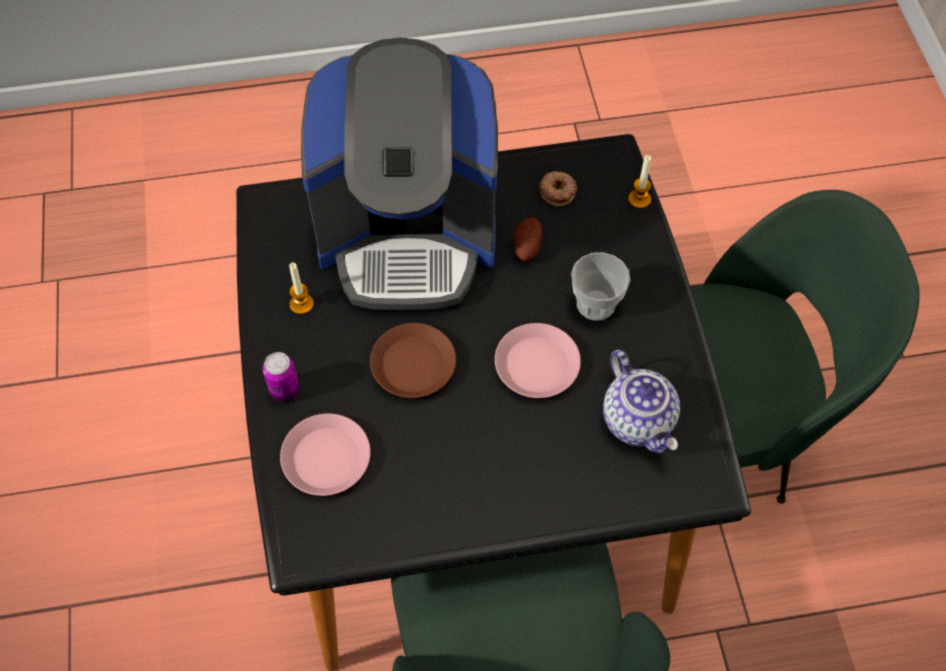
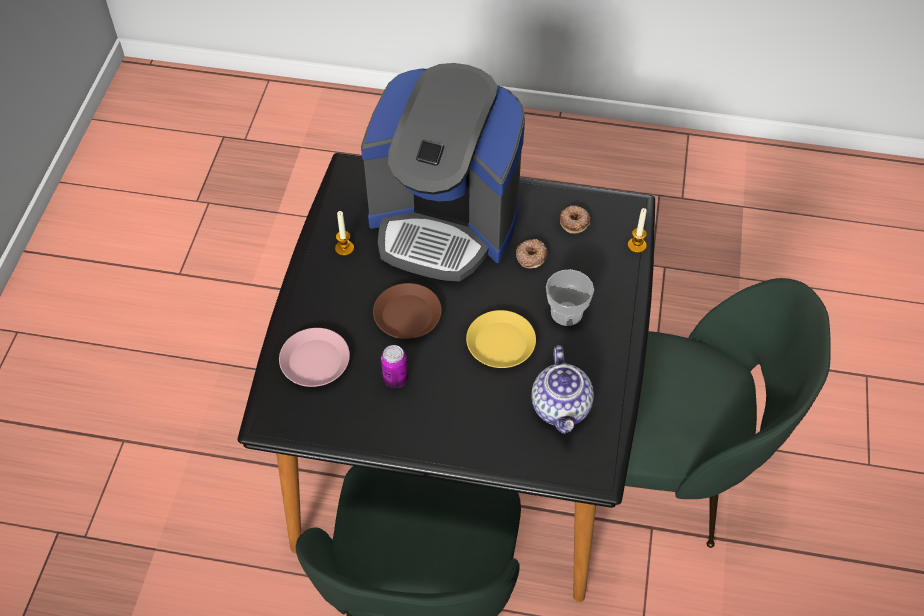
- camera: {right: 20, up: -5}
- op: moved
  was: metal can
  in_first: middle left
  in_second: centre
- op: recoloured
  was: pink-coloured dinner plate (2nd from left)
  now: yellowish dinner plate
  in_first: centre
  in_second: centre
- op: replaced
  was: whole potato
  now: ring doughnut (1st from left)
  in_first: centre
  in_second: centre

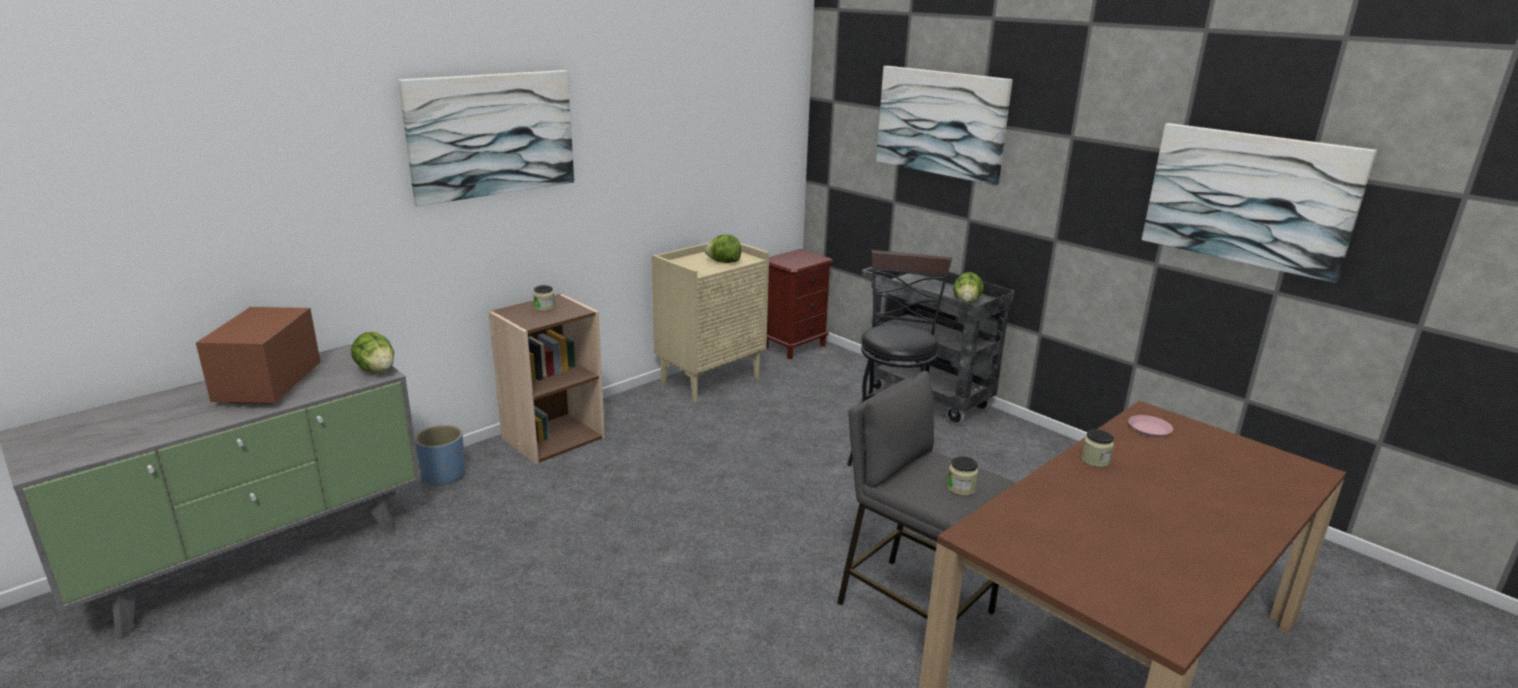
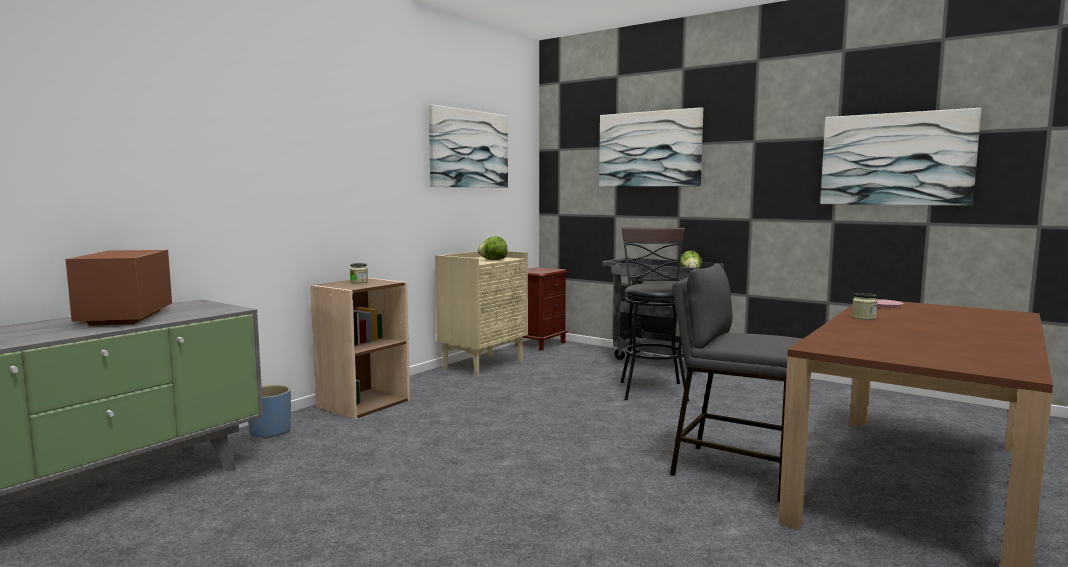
- camera: {right: -10, up: -15}
- op: removed
  was: lettuce (1st from left)
  in_first: middle left
- op: moved
  was: wall art (1st from left)
  in_first: top left
  in_second: top centre
- op: removed
  was: jar (2nd from left)
  in_first: bottom centre

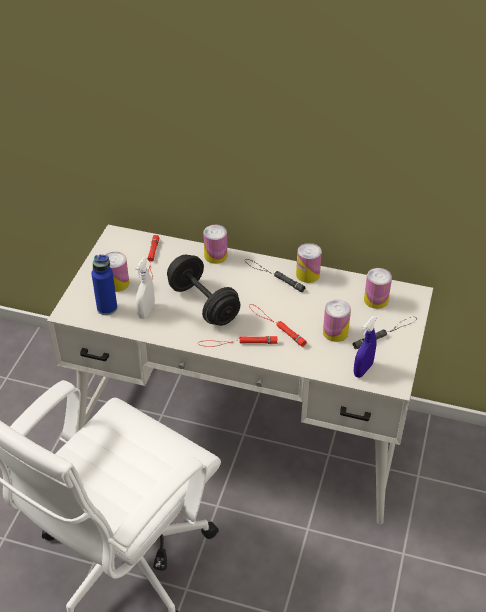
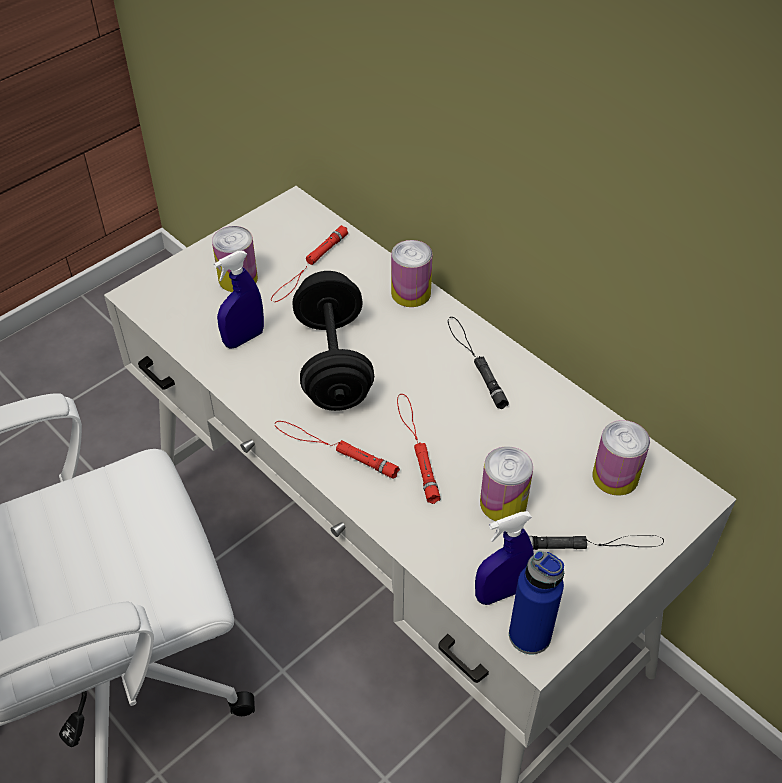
- camera: {right: 30, up: 5}
- op: moved
  was: bluish drink bottle
  in_first: middle left
  in_second: bottom right
- op: recoloured
  was: white sprayer
  now: bluish sprayer (1st from left)
  in_first: middle left
  in_second: middle left
- op: removed
  was: metal can (3rd from left)
  in_first: centre

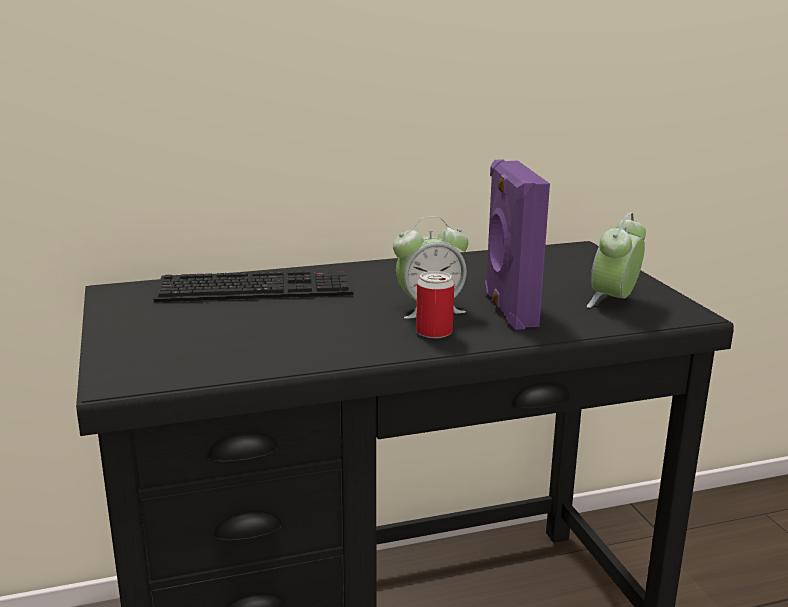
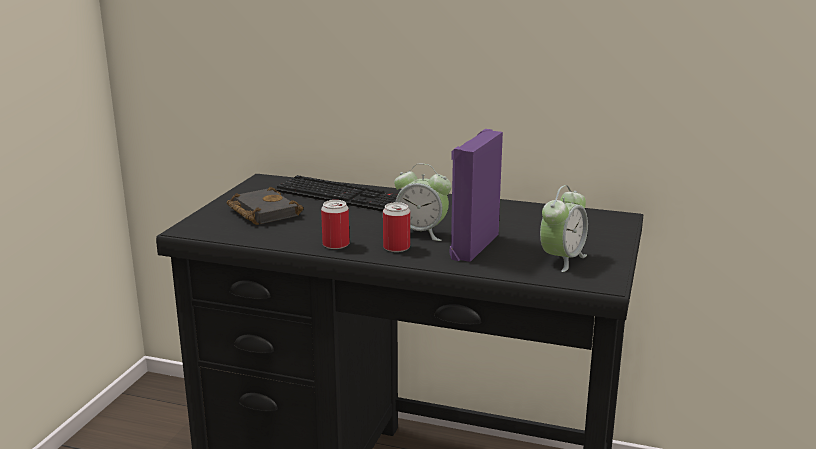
- camera: {right: 35, up: 0}
- op: turned
  was: table clock (2nd from left)
  in_first: middle right
  in_second: middle right
  clockwise: 150
- op: added
  now: black-coloured volume
  in_second: middle left
- op: added
  now: metal can (1st from left)
  in_second: centre

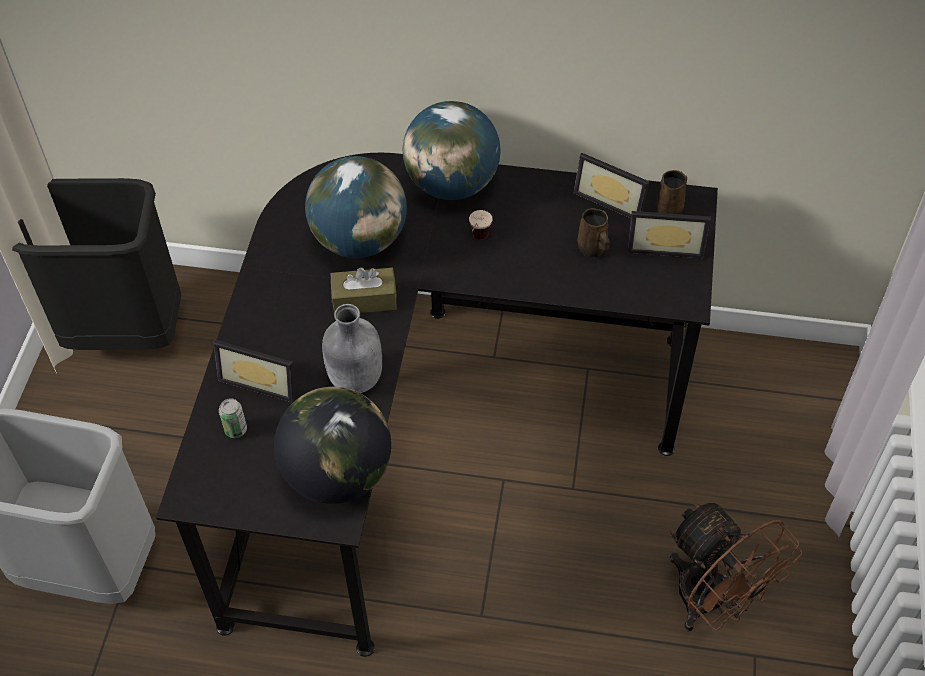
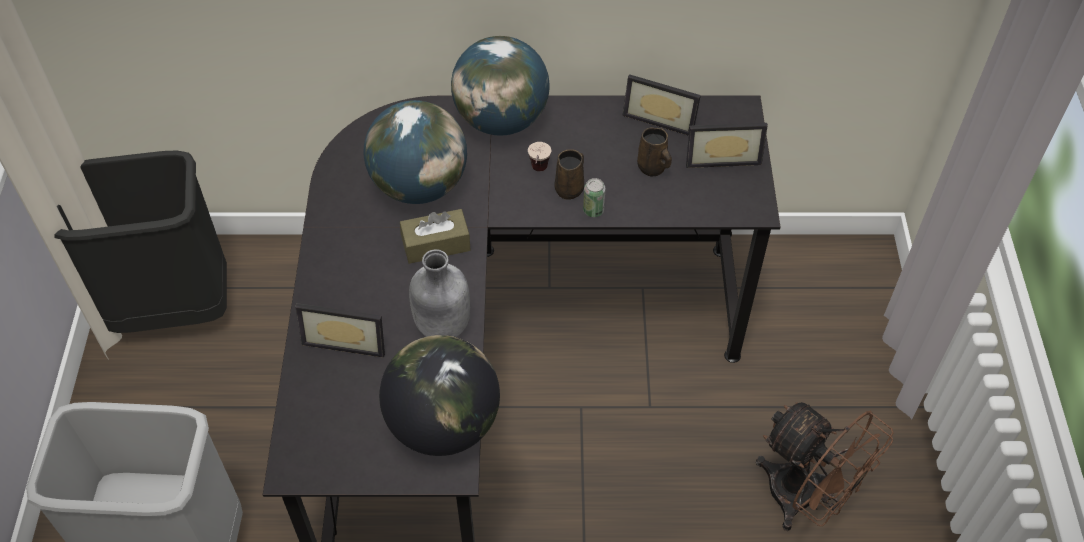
- camera: {right: -10, up: 0}
- op: moved
  was: metal can
  in_first: middle left
  in_second: centre
- op: moved
  was: brownish mug (2nd from left in the first image)
  now: brownish mug (1st from left)
  in_first: top right
  in_second: top centre

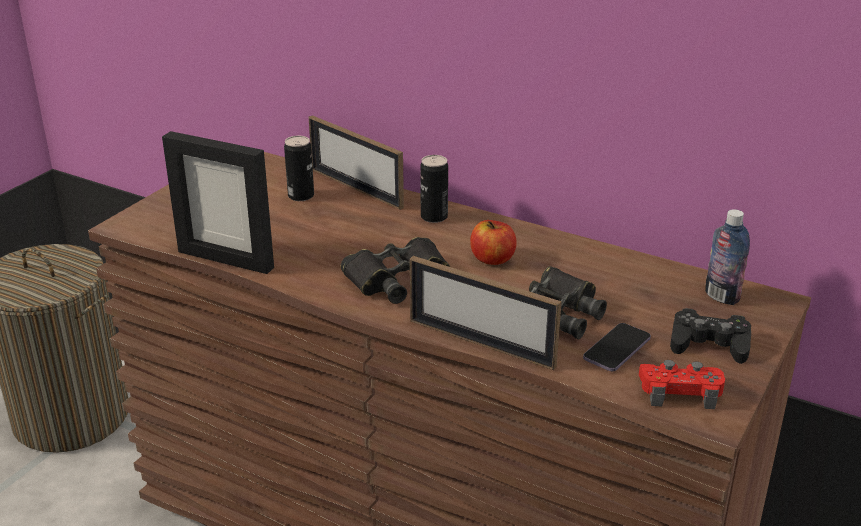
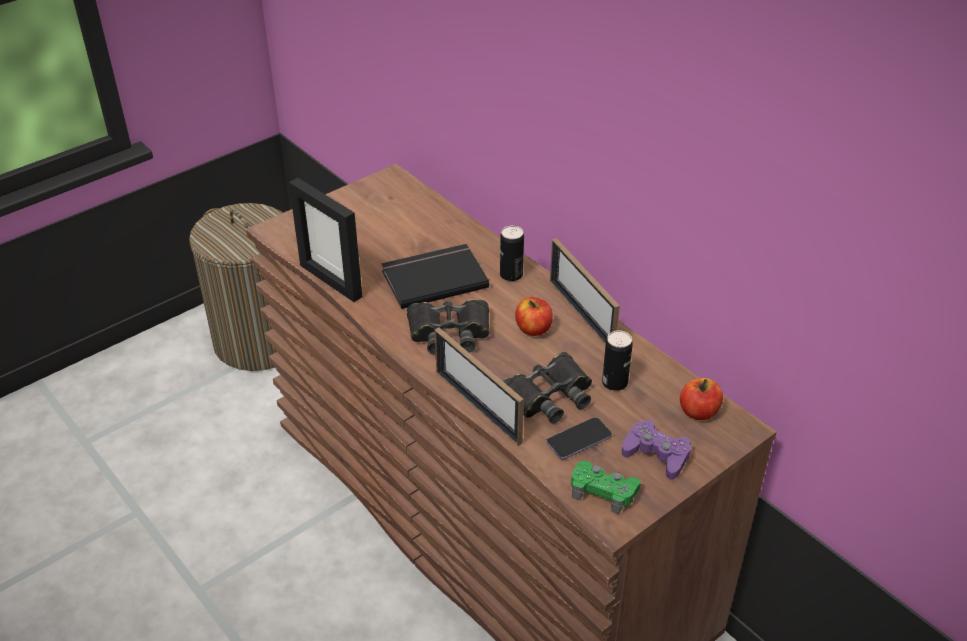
- camera: {right: 20, up: 10}
- op: moved
  was: metal can (1st from left in the first image)
  now: metal can (2nd from left)
  in_first: top centre
  in_second: centre
- op: moved
  was: standing frame (2nd from left in the first image)
  now: standing frame (3rd from left)
  in_first: top centre
  in_second: centre
- op: recoloured
  was: reddish gamepad
  now: greenish gamepad
  in_first: bottom right
  in_second: bottom centre
- op: recoloured
  was: black-coloured gamepad
  now: purple gamepad
  in_first: middle right
  in_second: bottom right
- op: replaced
  was: drink bottle
  now: whole apple (2nd from left)
  in_first: middle right
  in_second: middle right
- op: added
  now: black-coloured volume
  in_second: centre

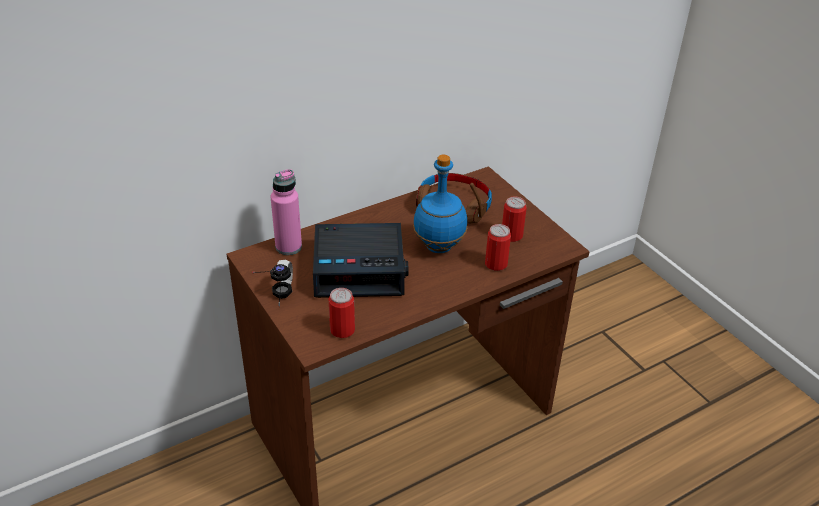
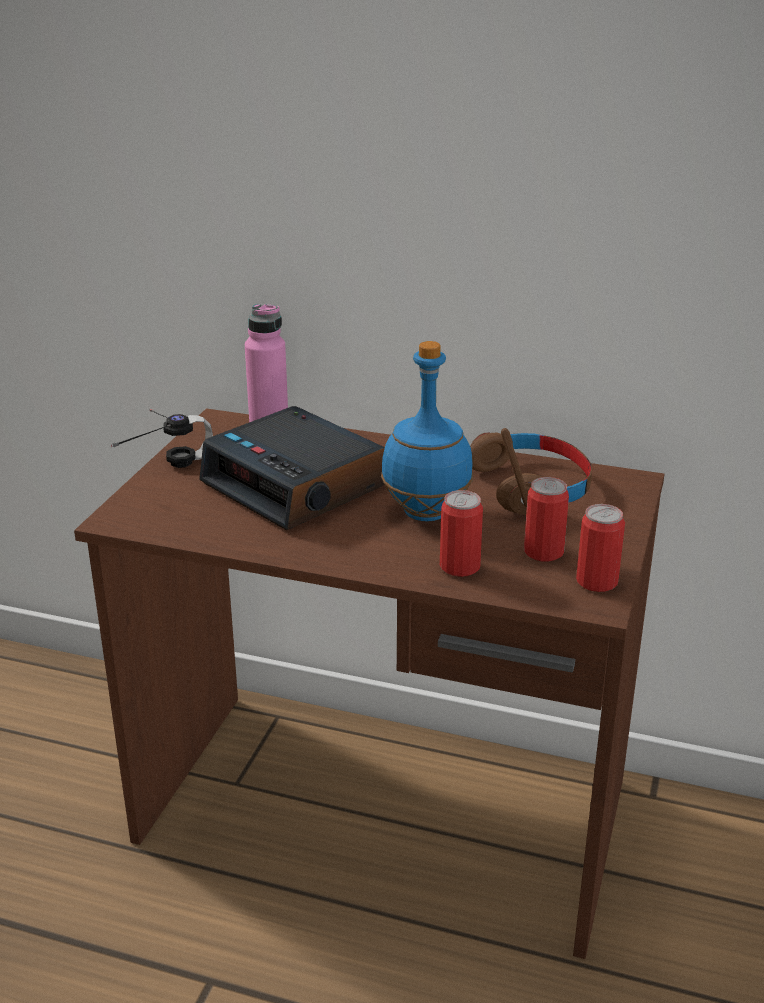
- camera: {right: 50, up: -10}
- op: moved
  was: metal can (1st from left in the first image)
  now: metal can (3rd from left)
  in_first: centre
  in_second: middle right

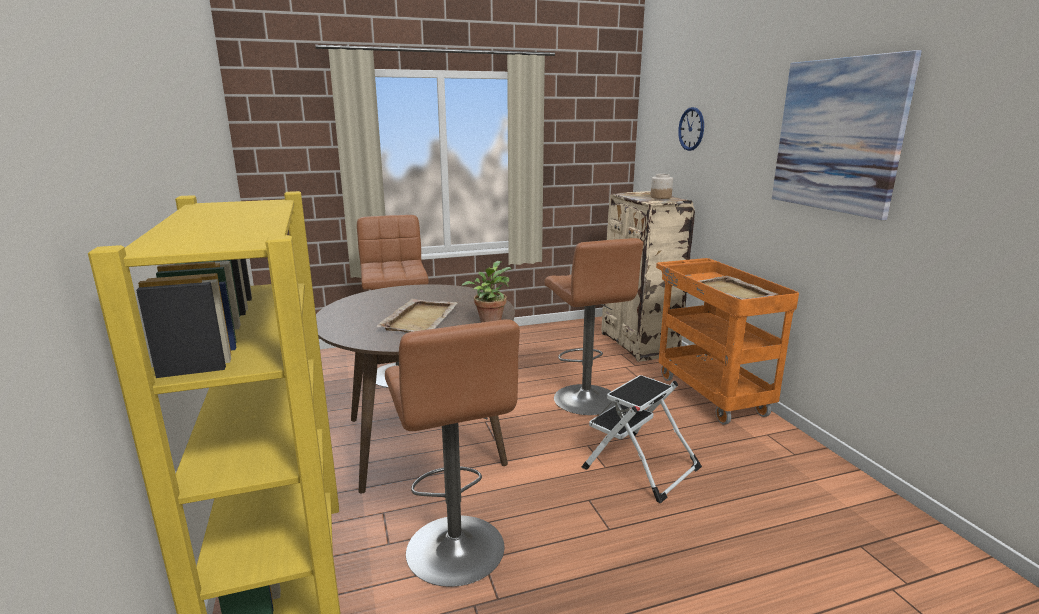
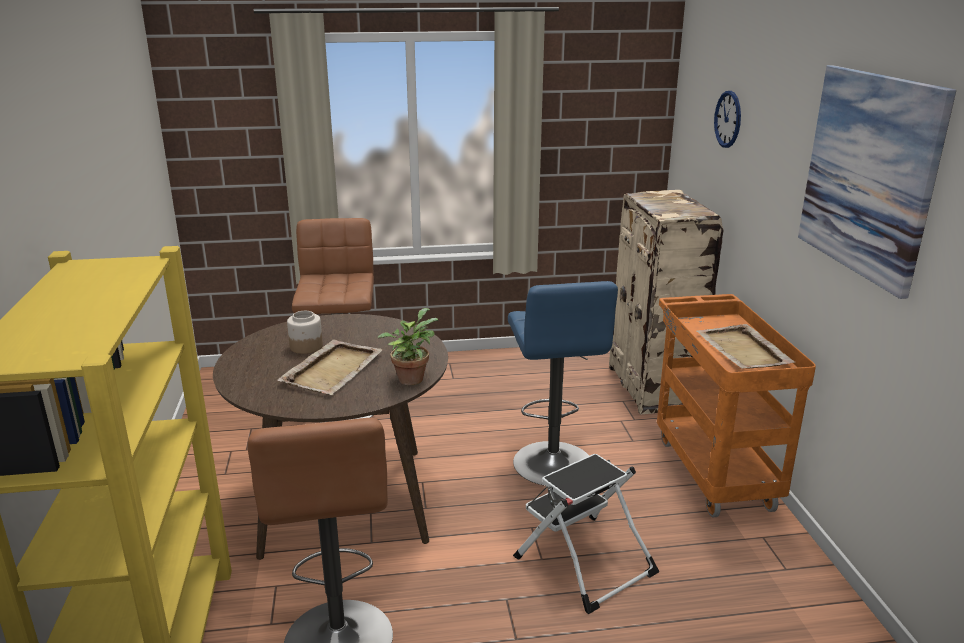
- camera: {right: 10, up: 5}
- op: recoloured
  was: brownish sitting stool (3rd from left)
  now: bluish sitting stool
  in_first: centre
  in_second: centre
- op: moved
  was: jar
  in_first: top centre
  in_second: middle left

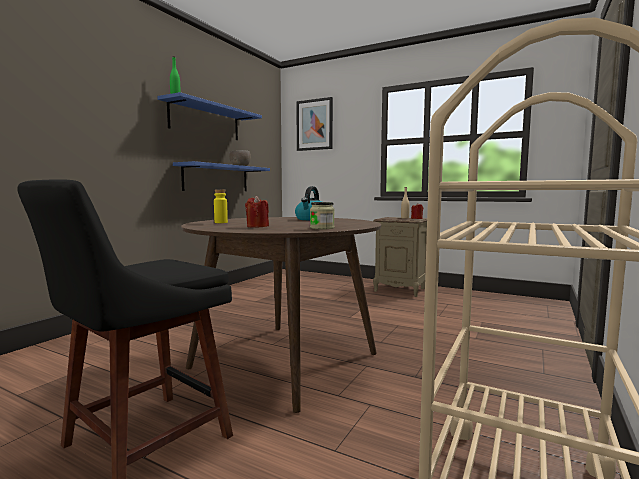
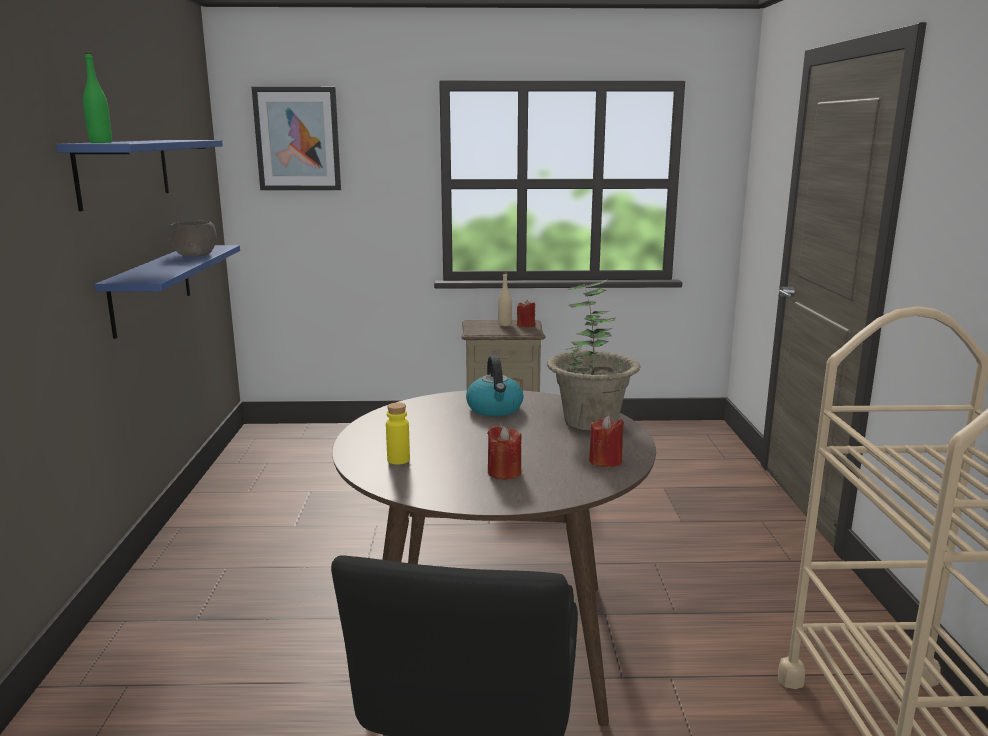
- camera: {right: -30, up: 10}
- op: replaced
  was: jar
  now: reddish wax light (3rd from left)
  in_first: centre
  in_second: centre
- op: added
  now: houseplant
  in_second: centre

